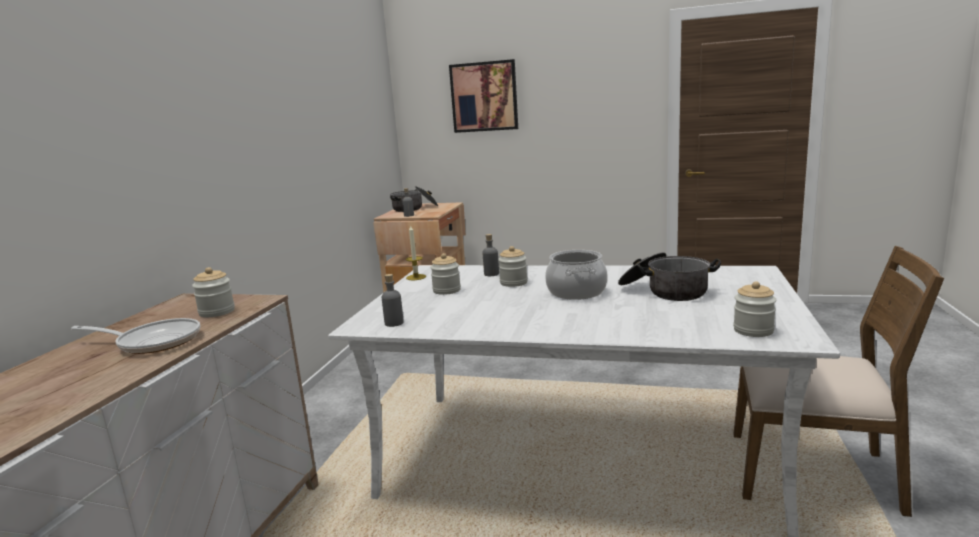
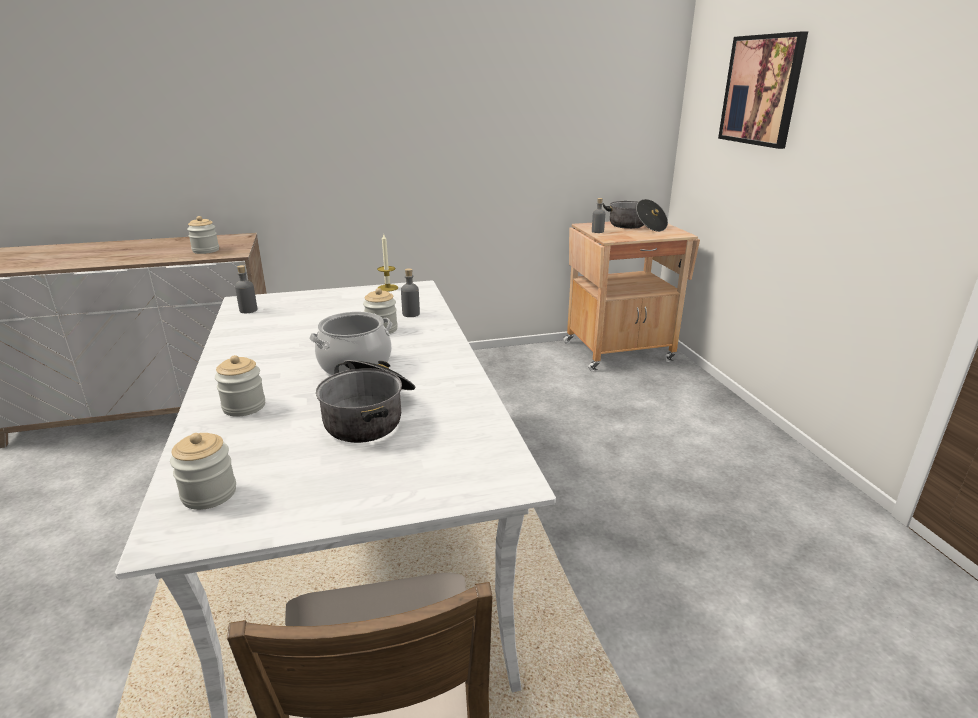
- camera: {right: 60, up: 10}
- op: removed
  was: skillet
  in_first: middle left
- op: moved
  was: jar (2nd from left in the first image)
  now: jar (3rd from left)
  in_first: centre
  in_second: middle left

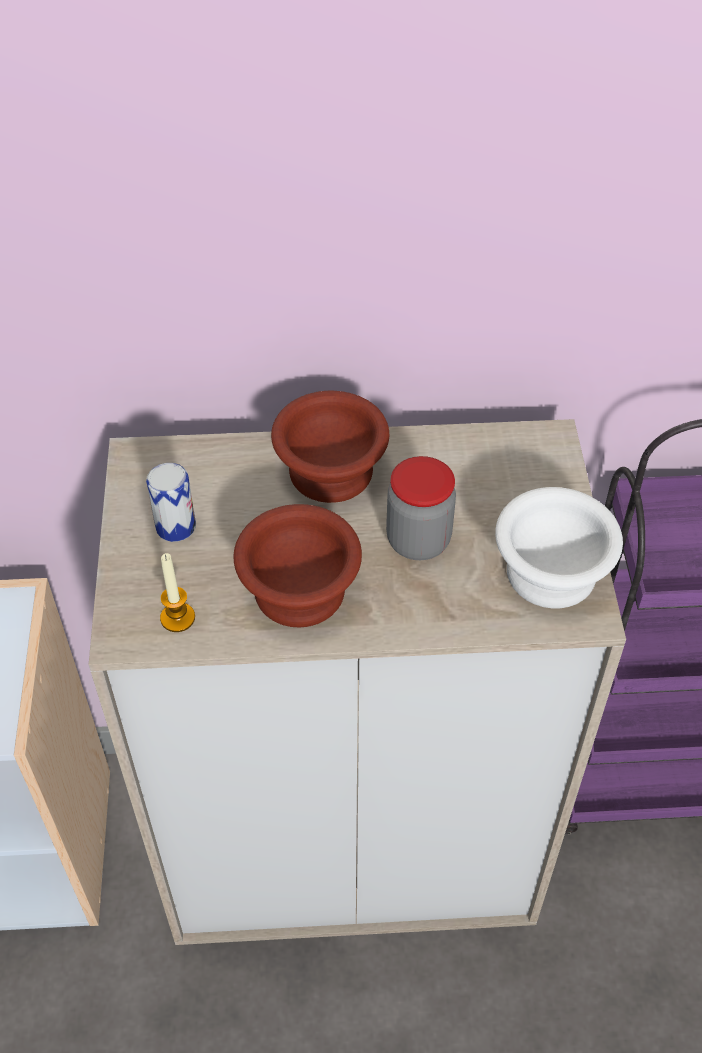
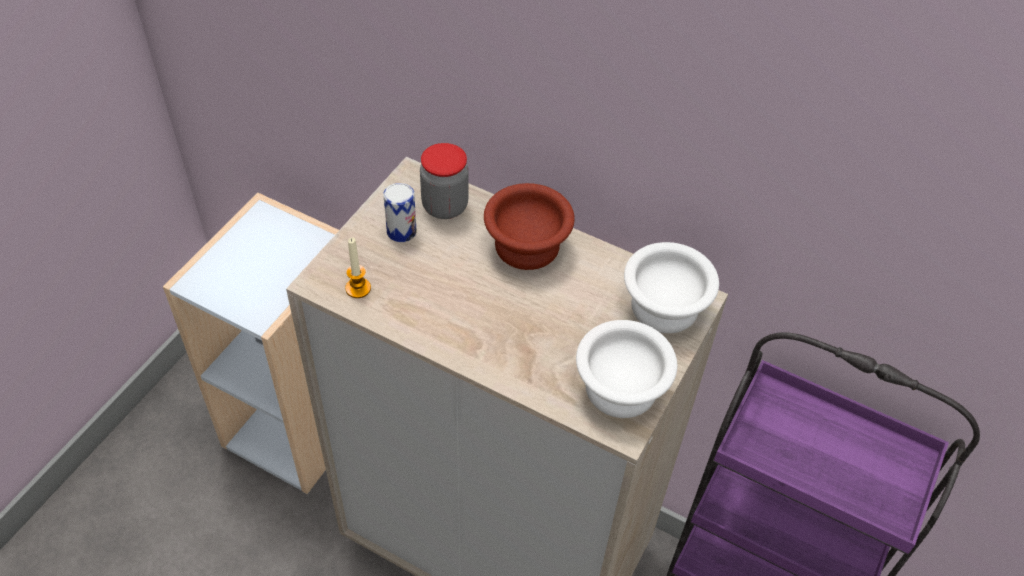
- camera: {right: 30, up: 0}
- op: removed
  was: brownish deep dish (1st from left)
  in_first: centre
- op: moved
  was: jar
  in_first: centre
  in_second: top centre
- op: added
  now: white deep dish (2nd from left)
  in_second: centre

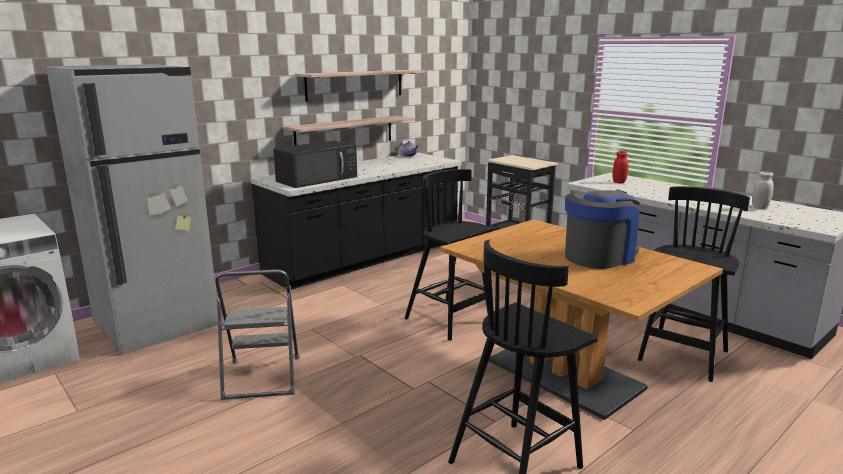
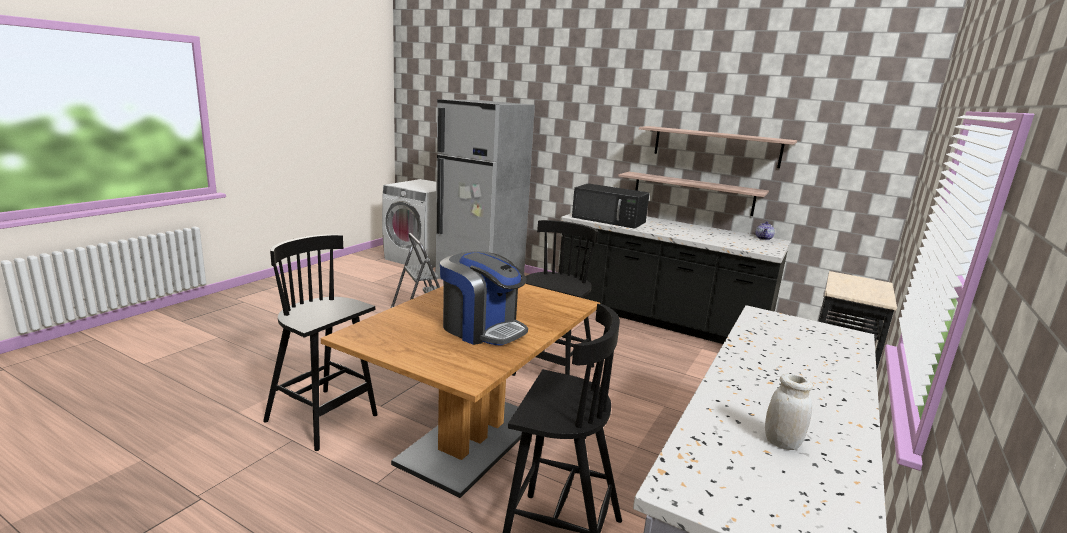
- camera: {right: 70, up: 0}
- op: removed
  was: reddish jar
  in_first: middle right

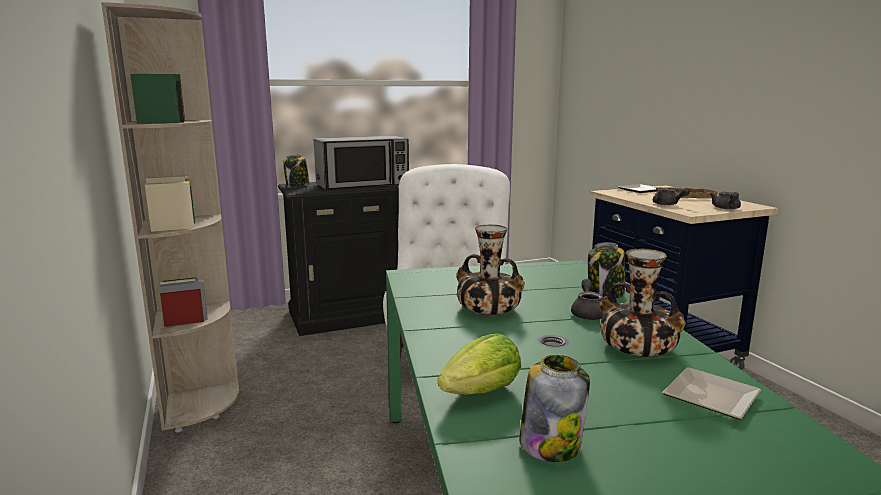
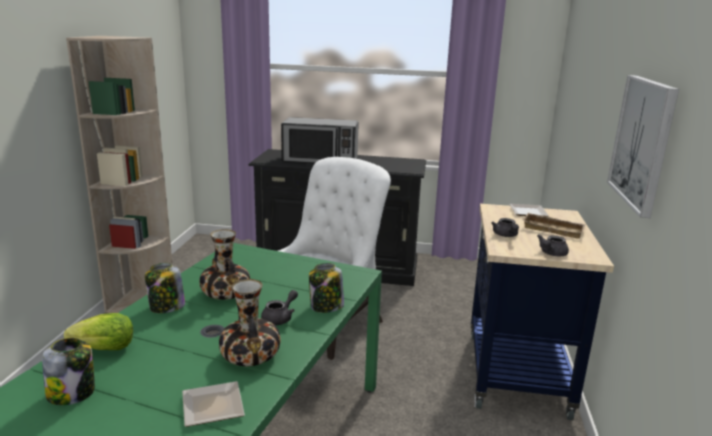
- camera: {right: 30, up: 5}
- op: moved
  was: jar (1st from left in the first image)
  now: jar (2nd from left)
  in_first: centre
  in_second: middle left
- op: added
  now: wall art
  in_second: middle right

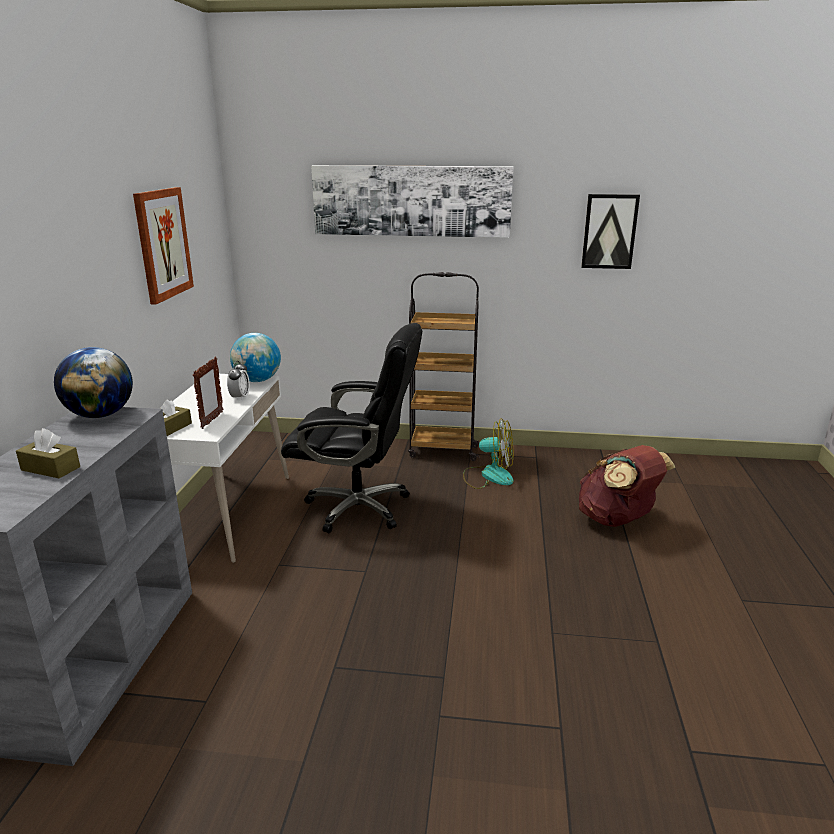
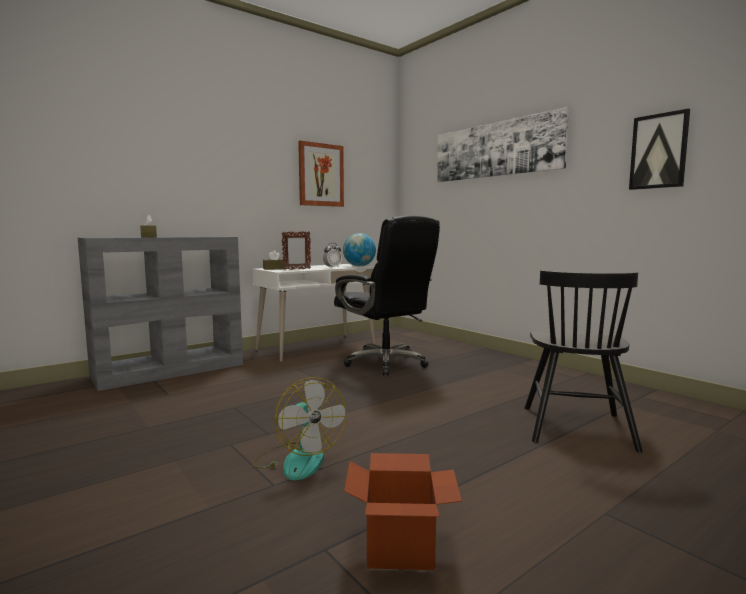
- camera: {right: 45, up: -15}
- op: removed
  was: world globe (1st from left)
  in_first: middle left
- op: removed
  was: brownish wheeled cart
  in_first: centre
- op: moved
  was: cooling fan
  in_first: centre
  in_second: bottom centre
- op: replaced
  was: brownish backpack
  now: black-coloured chair
  in_first: middle right
  in_second: middle right
- op: added
  now: carton
  in_second: bottom centre

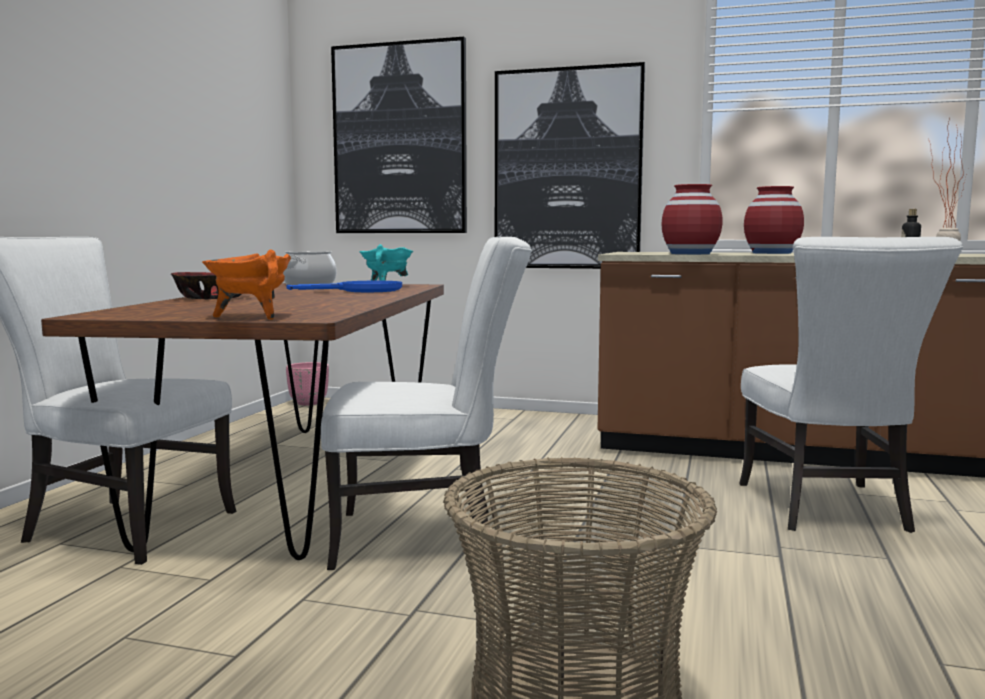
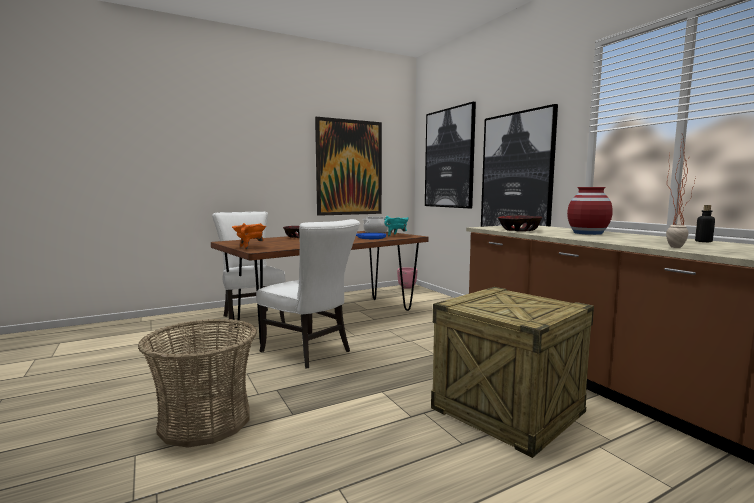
- camera: {right: 45, up: 0}
- op: replaced
  was: reddish decorative vase (1st from left)
  now: deep dish (2nd from left)
  in_first: top right
  in_second: middle right
- op: replaced
  was: white chair (3rd from left)
  now: shipping crate
  in_first: middle right
  in_second: bottom right
- op: added
  now: wall art (1st from left)
  in_second: top centre

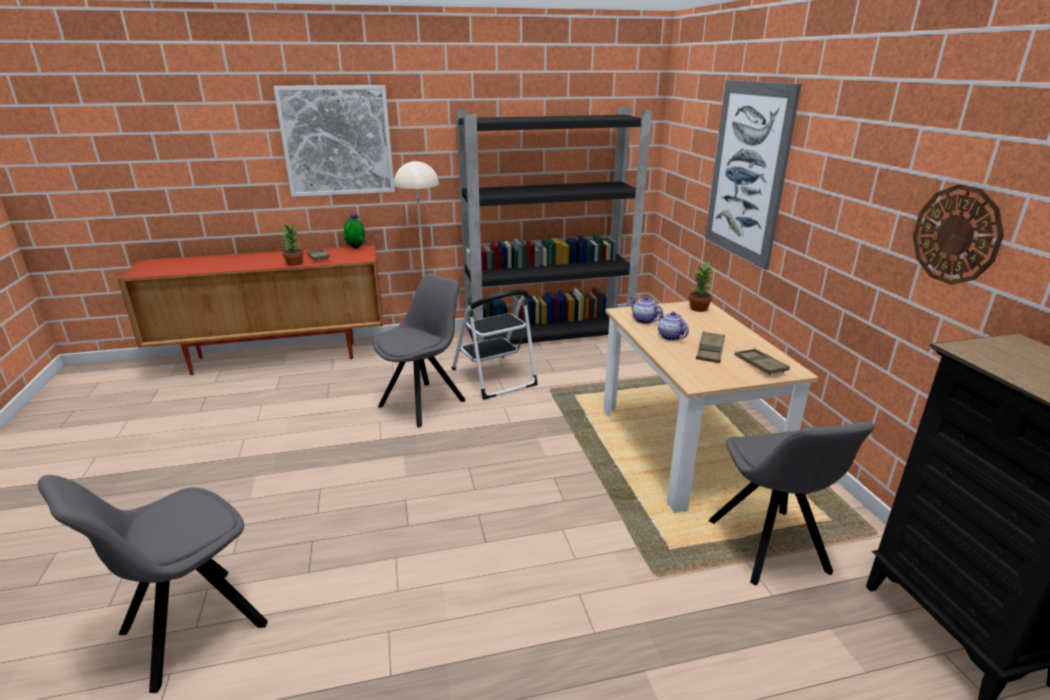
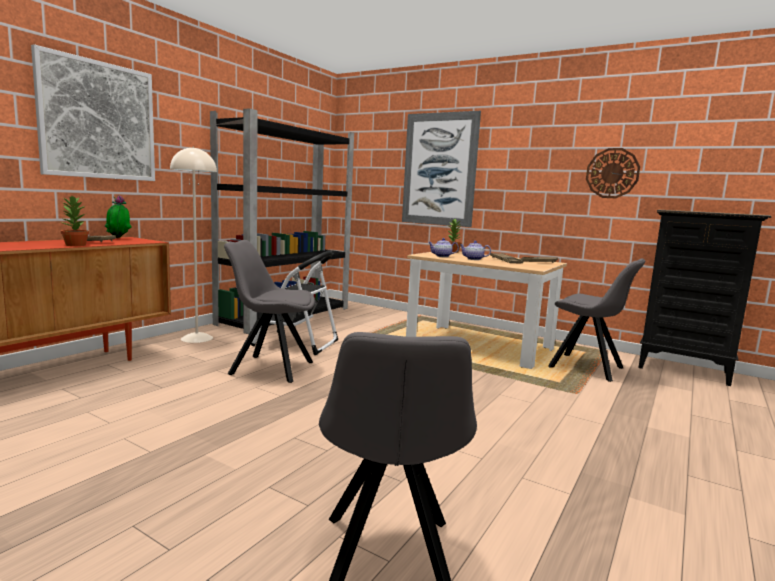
- camera: {right: -45, up: -15}
- op: turned
  was: greyish chair (2nd from left in the first image)
  in_first: centre
  in_second: centre
  clockwise: -75

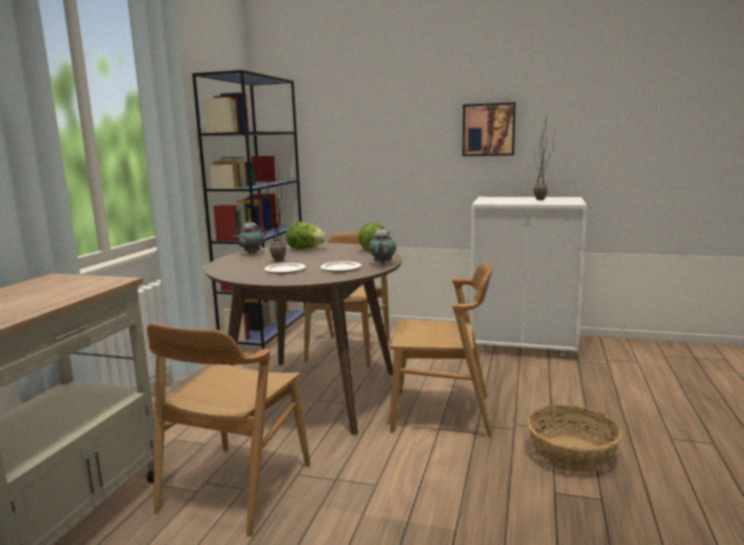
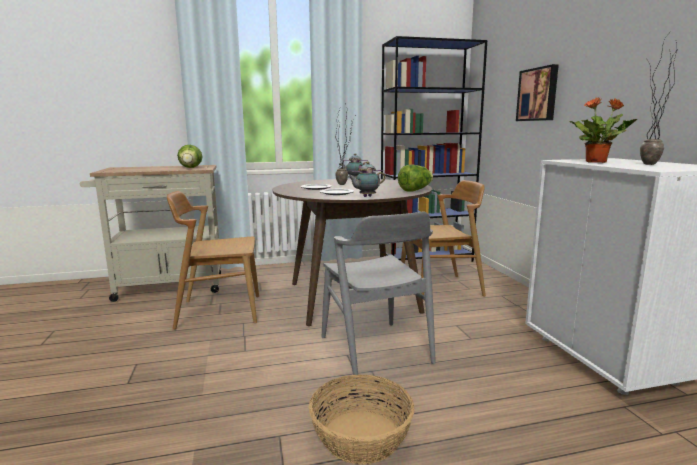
- camera: {right: 60, up: 0}
- op: moved
  was: lettuce (1st from left)
  in_first: centre
  in_second: middle left
- op: recoloured
  was: brownish chair (3rd from left)
  now: greyish chair
  in_first: centre
  in_second: centre
- op: moved
  was: wall art
  in_first: top centre
  in_second: top right
- op: added
  now: houseplant (2nd from left)
  in_second: top right

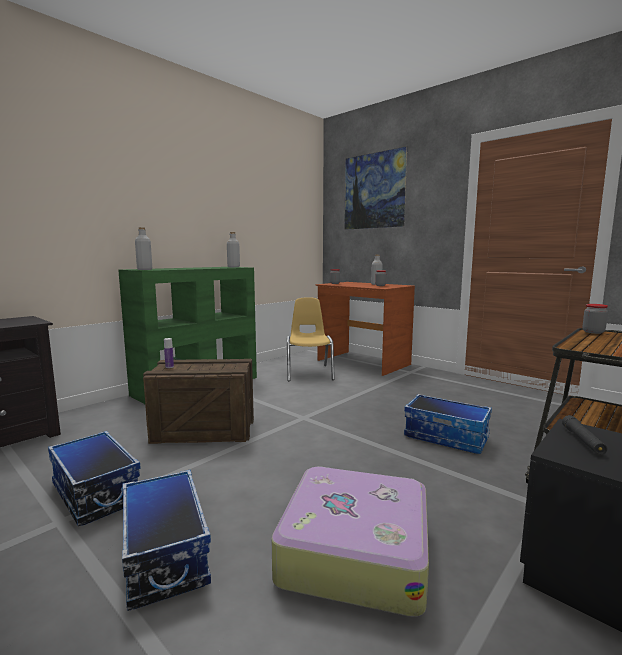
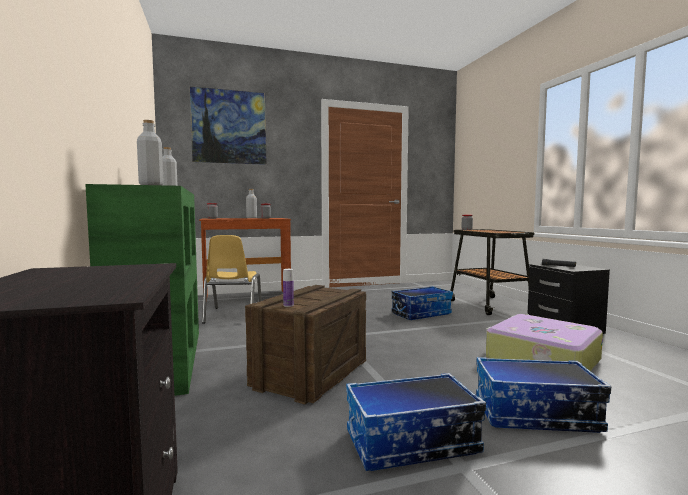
- camera: {right: -60, up: -5}
- op: turned
  was: yellowish chair
  in_first: centre
  in_second: centre
  clockwise: -120

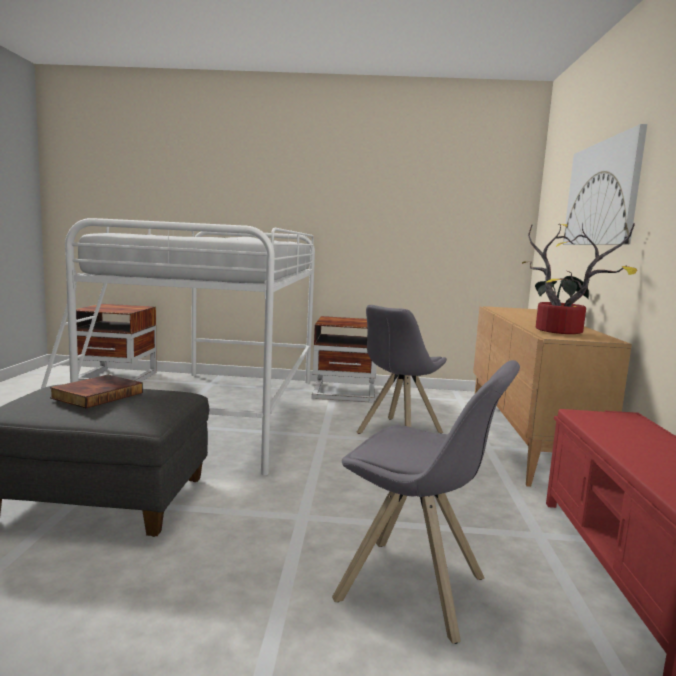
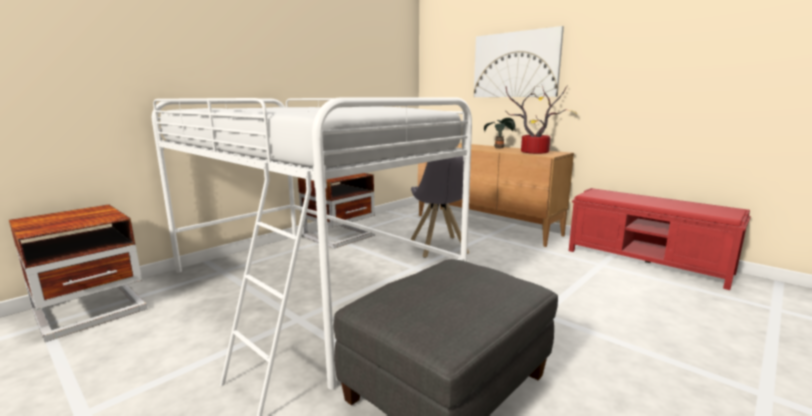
- camera: {right: -50, up: 5}
- op: removed
  was: volume
  in_first: middle left
- op: removed
  was: greyish chair (2nd from left)
  in_first: bottom centre

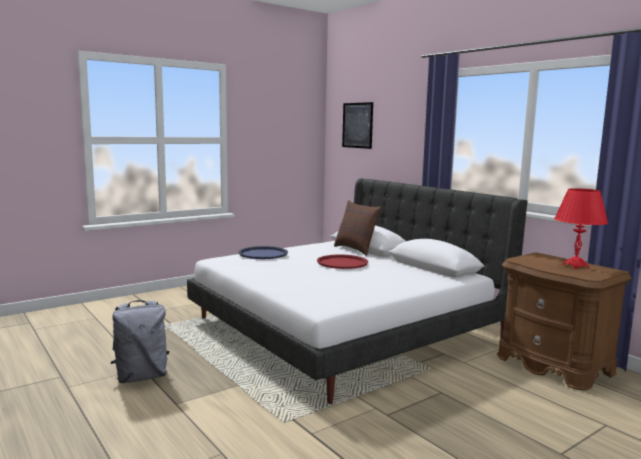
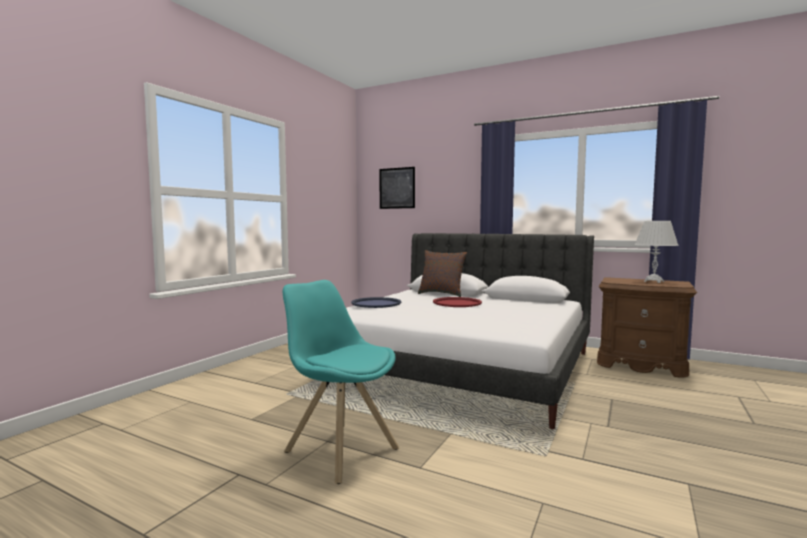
- camera: {right: -25, up: -5}
- op: replaced
  was: greyish backpack
  now: blue-green chair
  in_first: bottom left
  in_second: bottom centre
- op: recoloured
  was: reddish lamp for a table
  now: white lamp for a table
  in_first: middle right
  in_second: middle right

